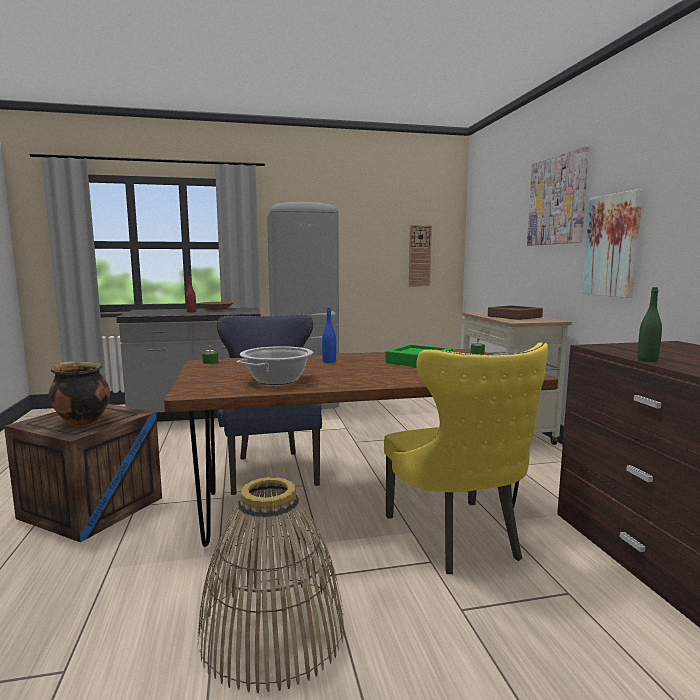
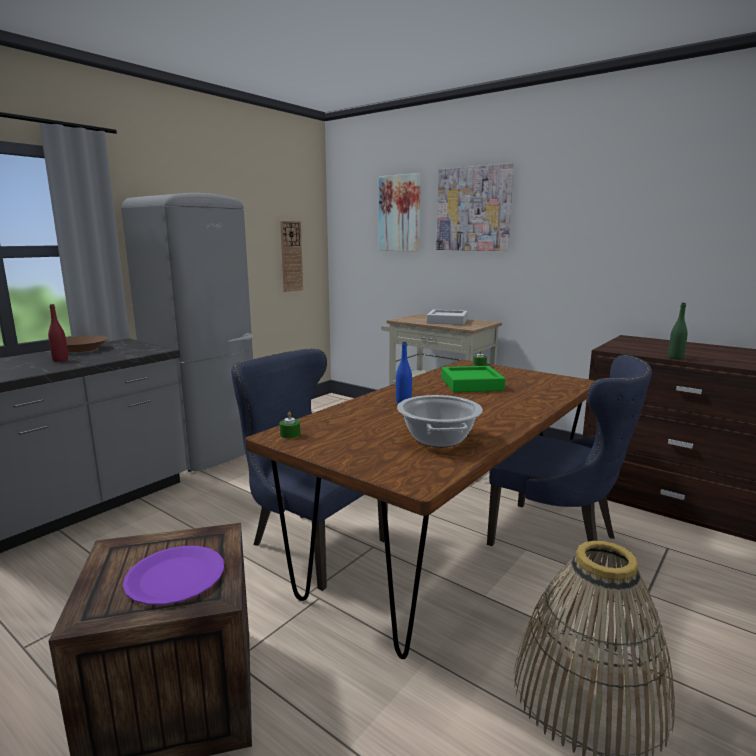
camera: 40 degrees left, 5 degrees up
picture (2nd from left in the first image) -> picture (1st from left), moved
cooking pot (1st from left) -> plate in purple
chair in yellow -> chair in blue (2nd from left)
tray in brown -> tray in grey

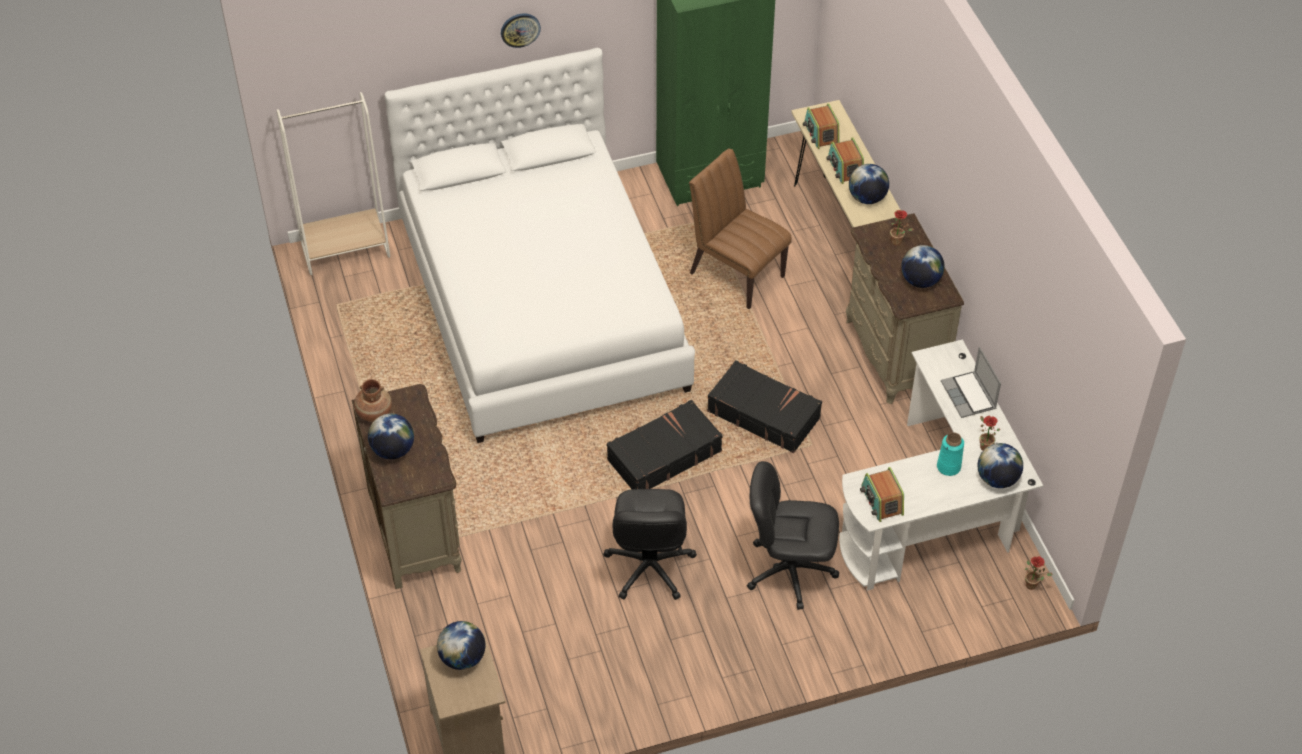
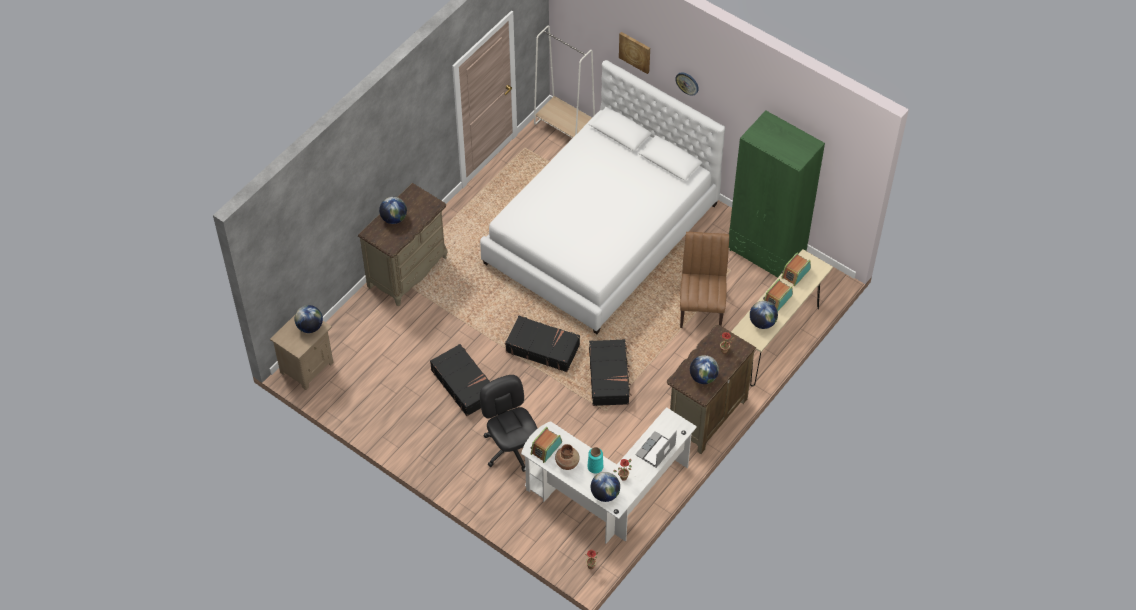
camera: 55 degrees right, 5 degrees up
none -> picture
vase in brown, moved
office chair in black (1st from left) -> suitcase in black (1st from left)

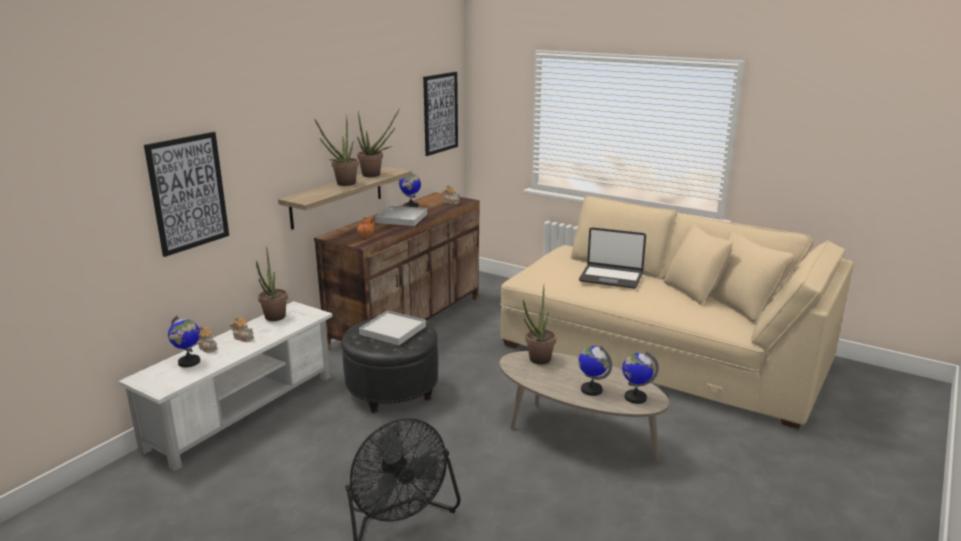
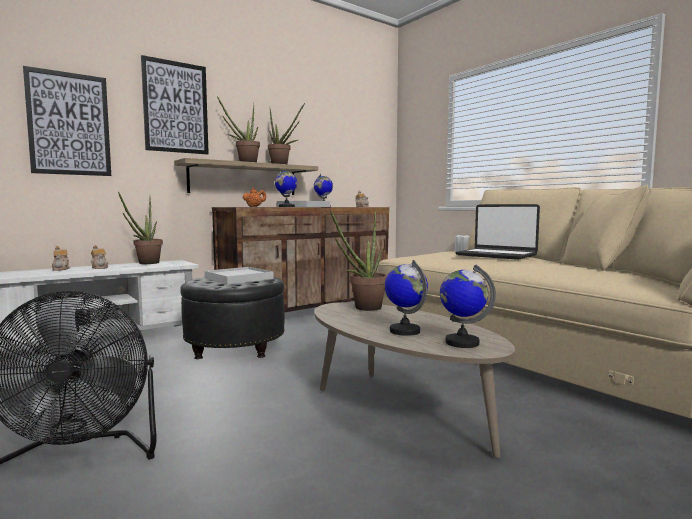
camera: 20 degrees right, 15 degrees down
globe (1st from left), moved
picture (2nd from left), moved

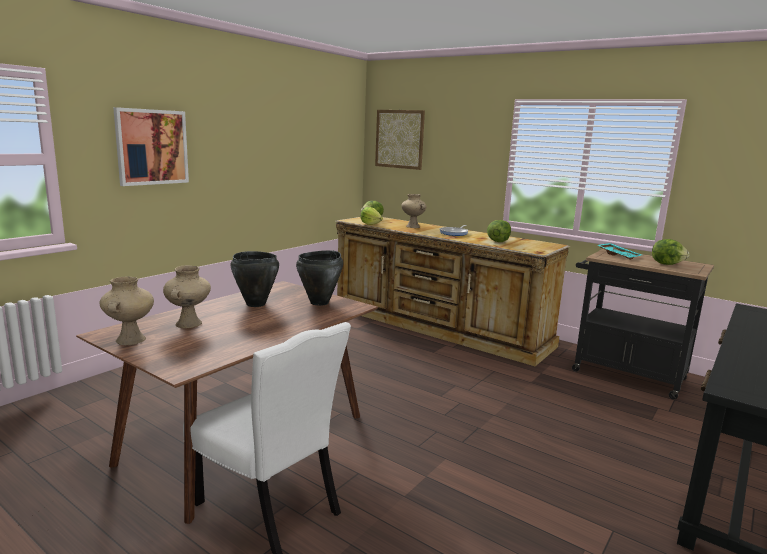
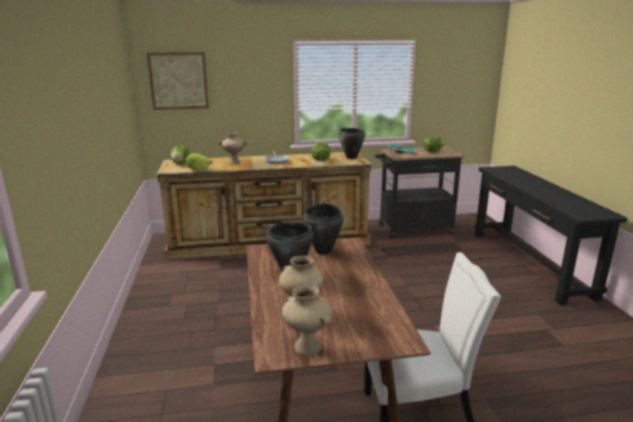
camera: 45 degrees left, 5 degrees up
picture (1st from left) -> none
none -> cooking pot in black (3rd from left)

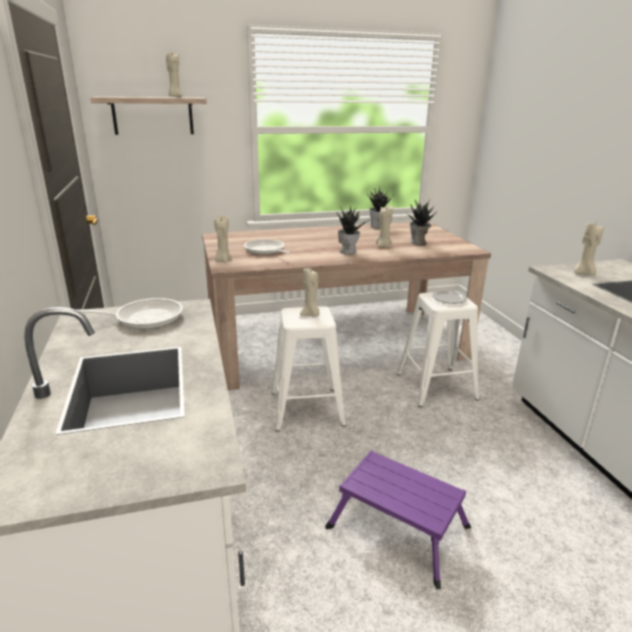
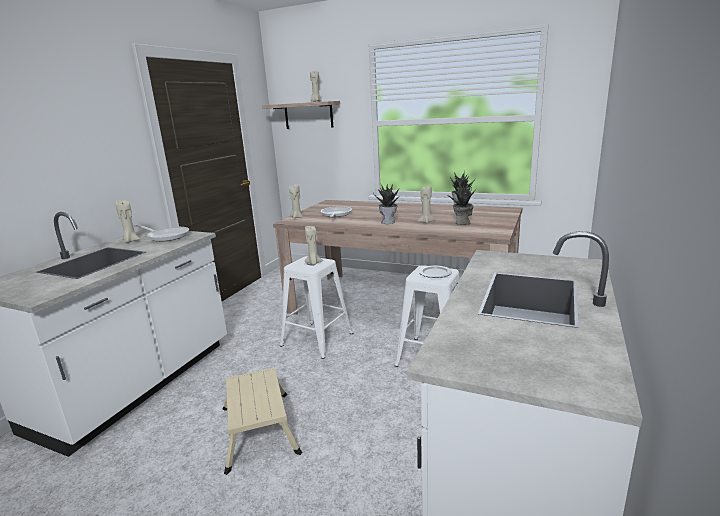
camera: 40 degrees right, 5 degrees down
candle in beige (5th from left in the first image) -> candle in beige (1st from left), moved
step ladder in purple -> step ladder in beige

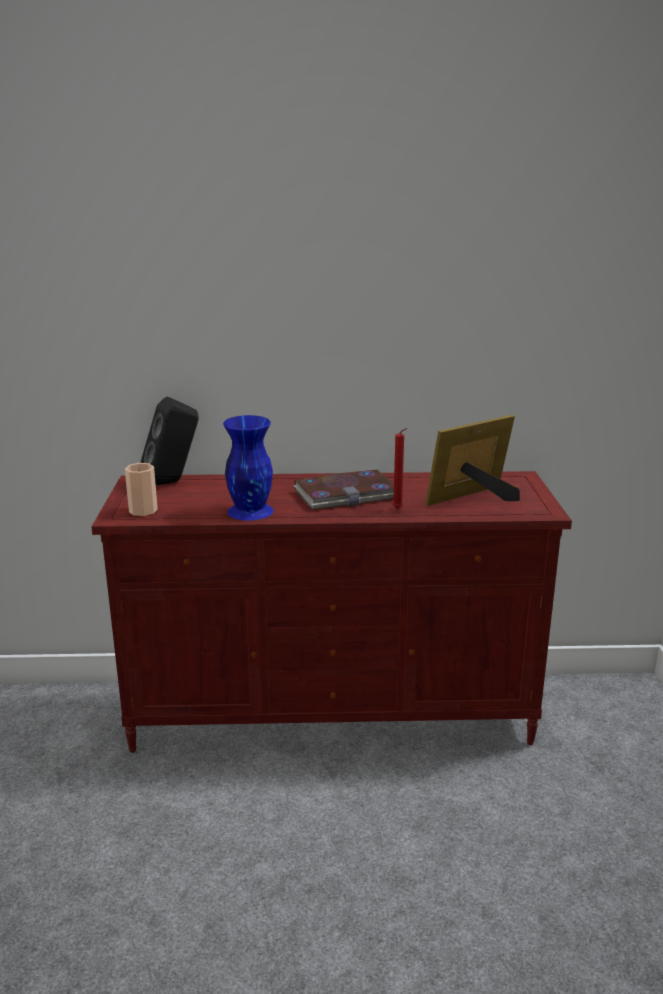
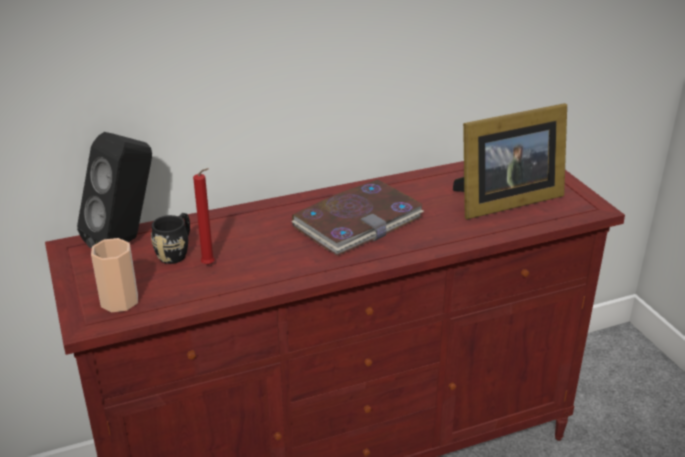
camera: 20 degrees left, 10 degrees up
vase in blue -> none
none -> mug in black
candle in red, moved
picture frame, 150 degrees counterclockwise

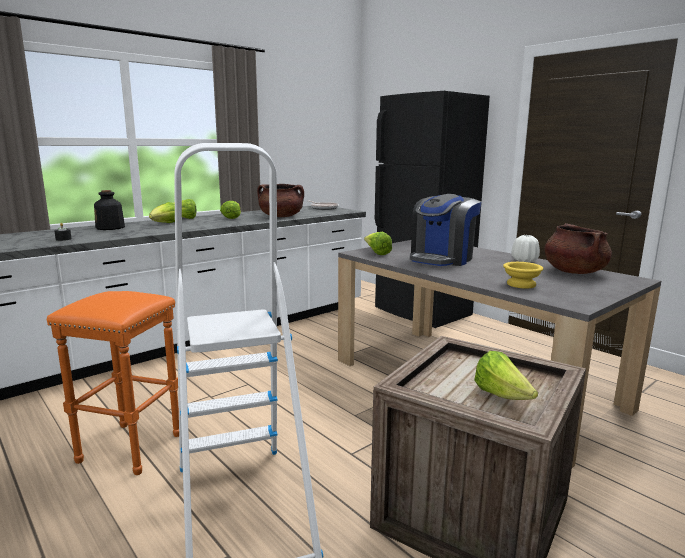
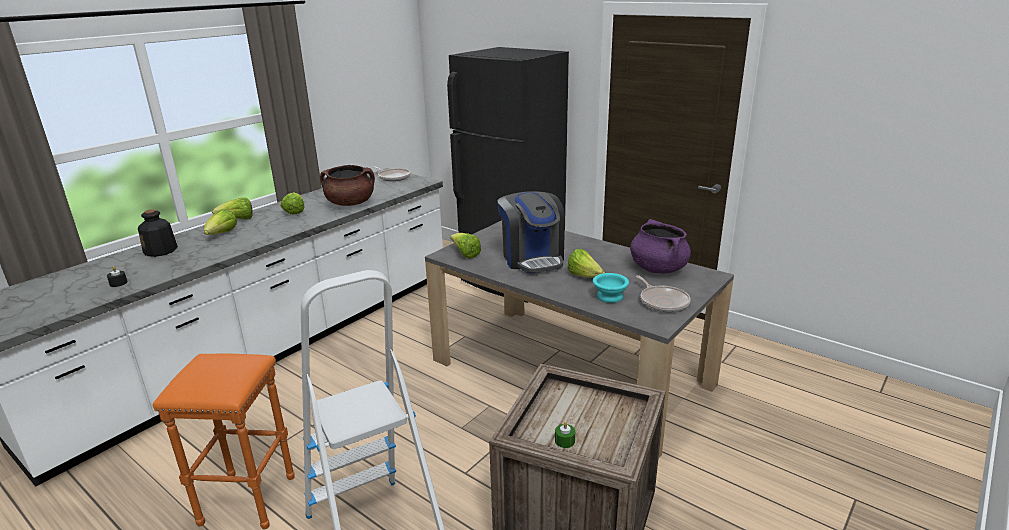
camera: 10 degrees left, 10 degrees up
vase in white -> none
none -> candle in green
none -> frying pan (2nd from left)
lettuce (5th from left), moved
bowl in yellow -> bowl in turquoise
cooking pot in brown (2nd from left) -> cooking pot in purple
coffee machine, 45 degrees counterclockwise

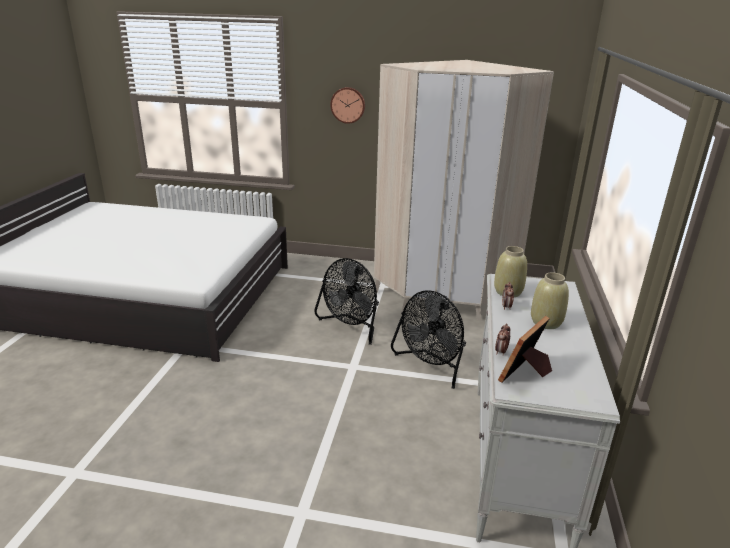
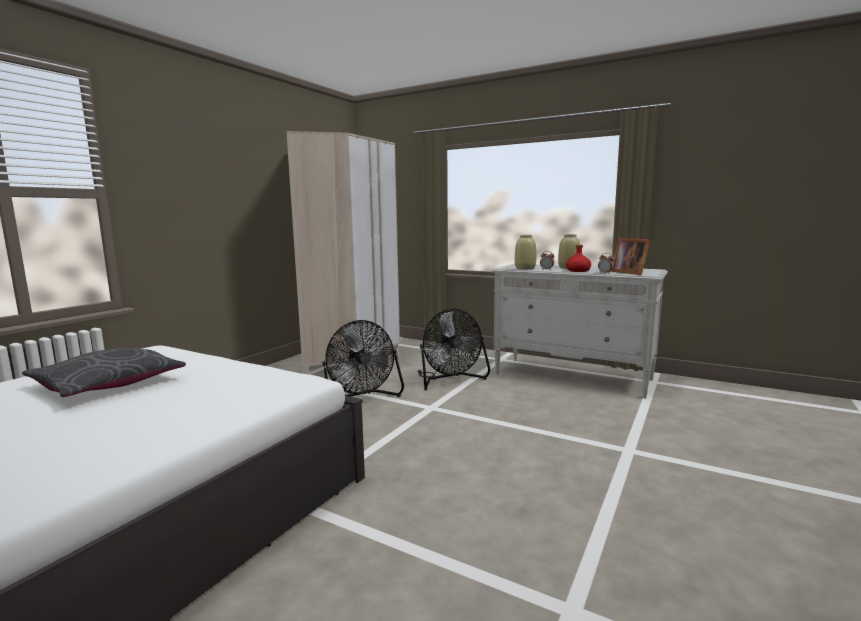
camera: 70 degrees left, 15 degrees down
wall clock -> none
none -> pillow in grey
none -> bottle in red

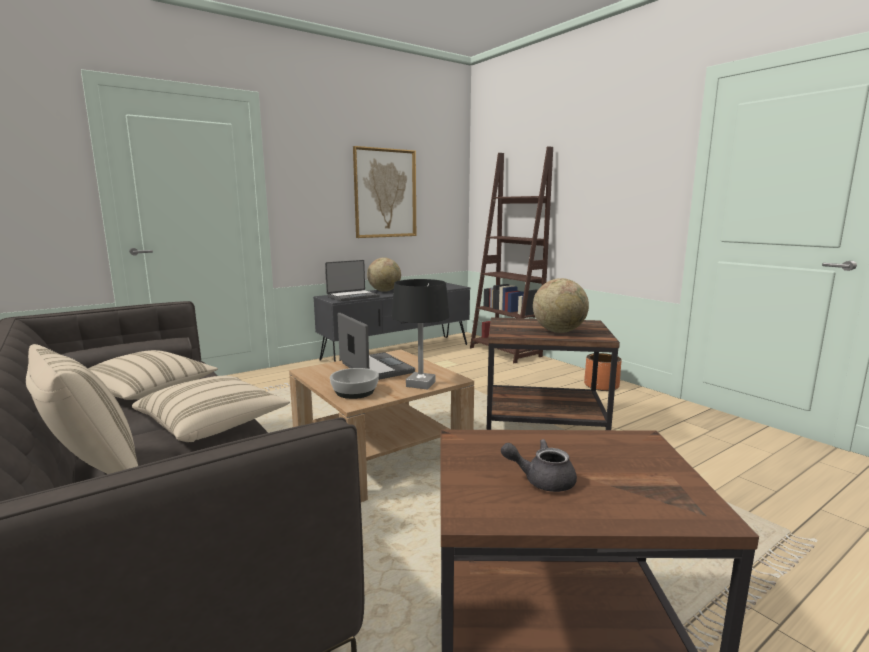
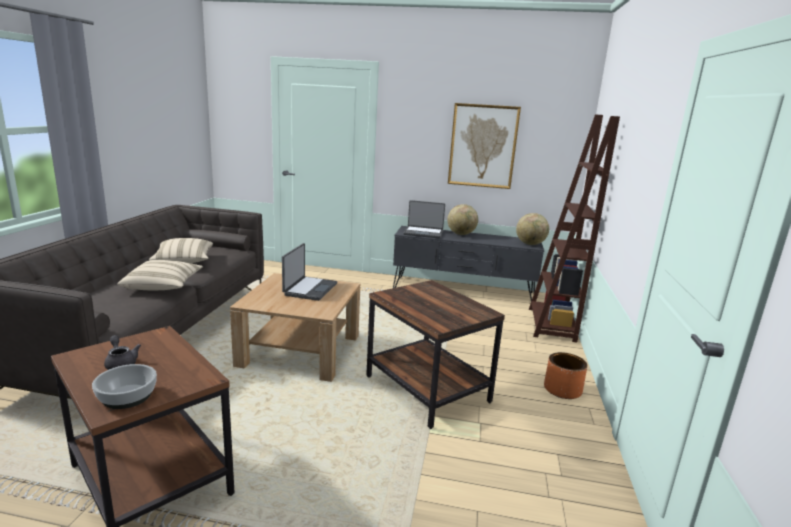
camera: 45 degrees right, 5 degrees up
pillow in beige (1st from left) -> none
table lamp in black -> none
bowl, moved
globe (2nd from left), moved

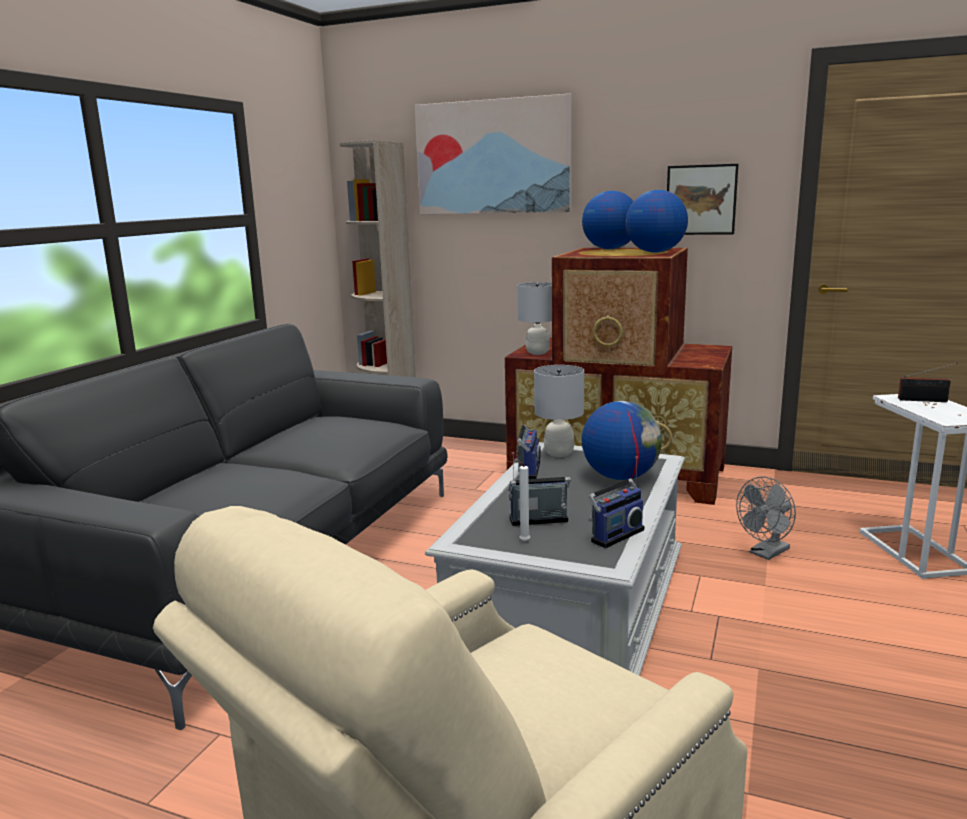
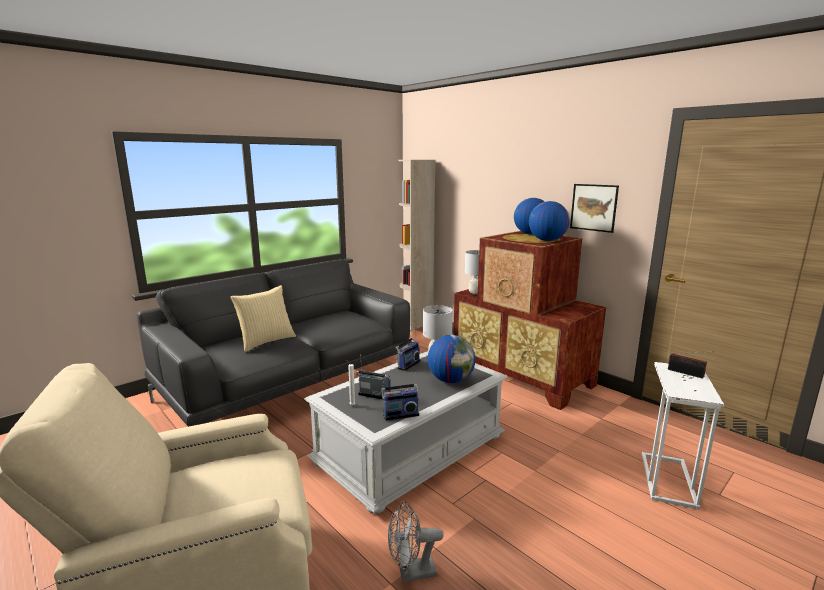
camera: 25 degrees right, 0 degrees up
picture (1st from left) -> none
none -> pillow
fan in grey, moved

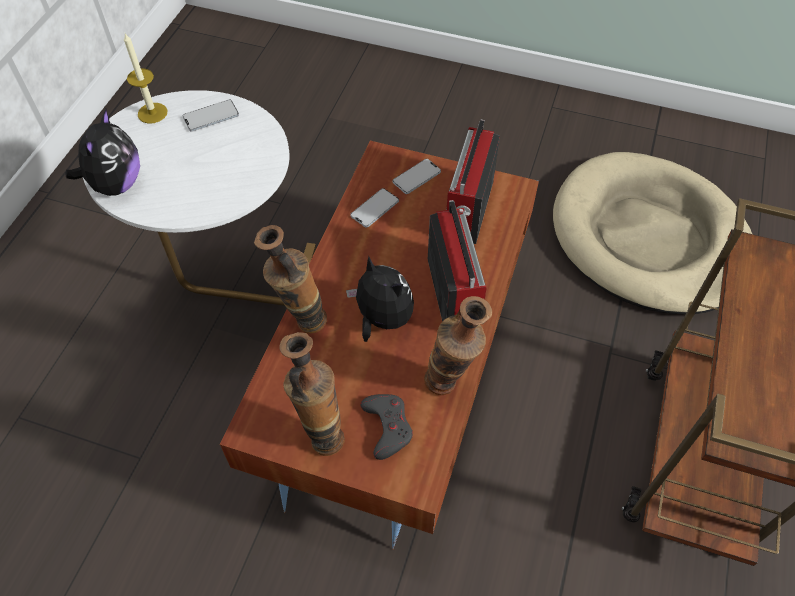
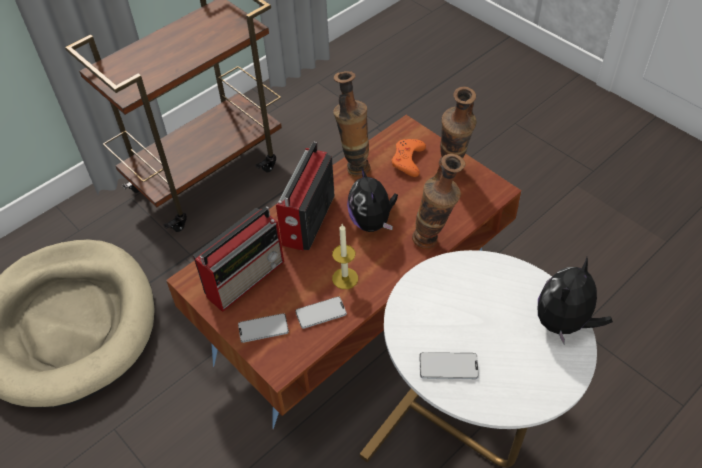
camera: 150 degrees left, 5 degrees down
candle, moved
game controller in grey -> game controller in orange

